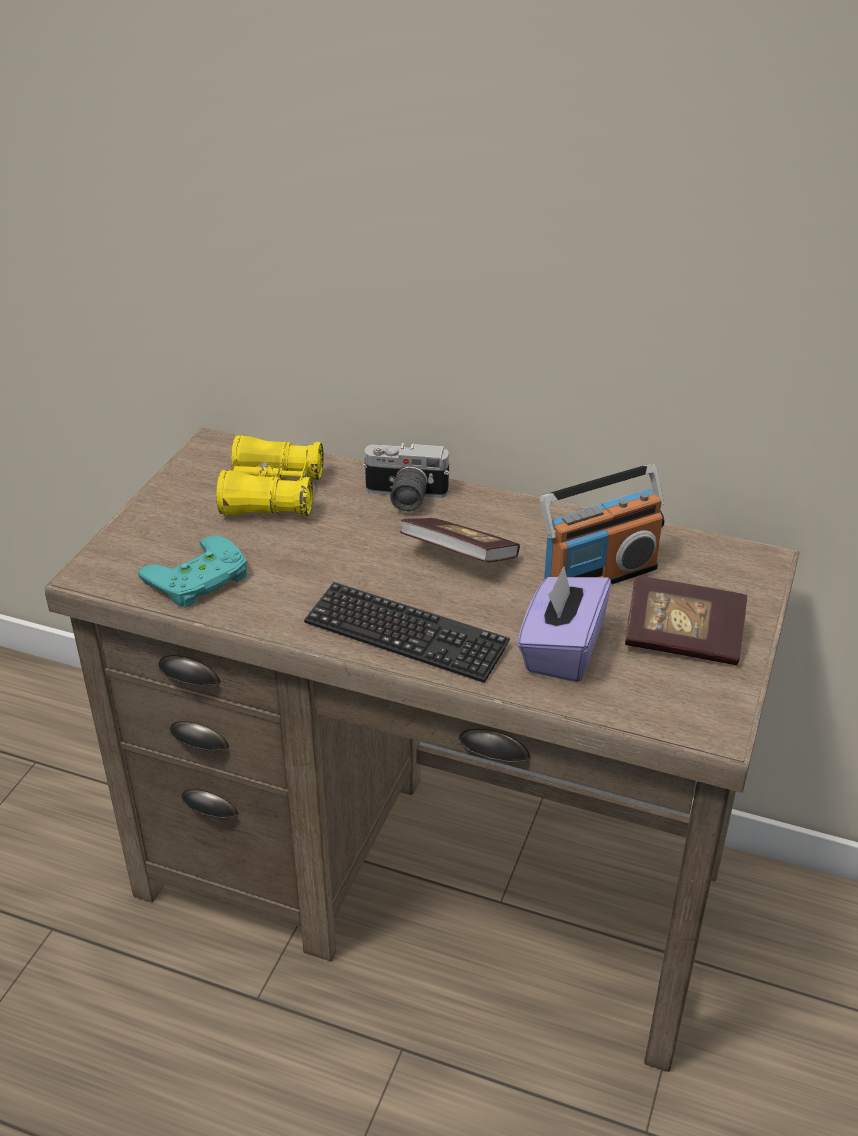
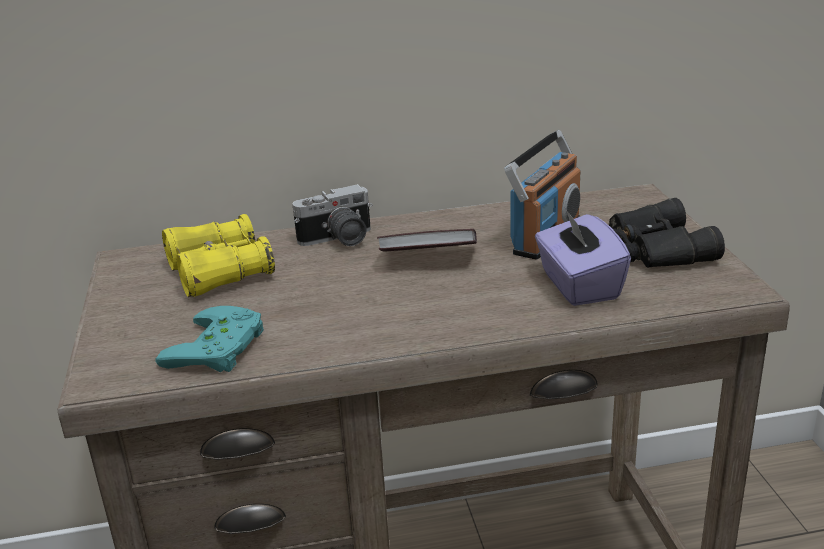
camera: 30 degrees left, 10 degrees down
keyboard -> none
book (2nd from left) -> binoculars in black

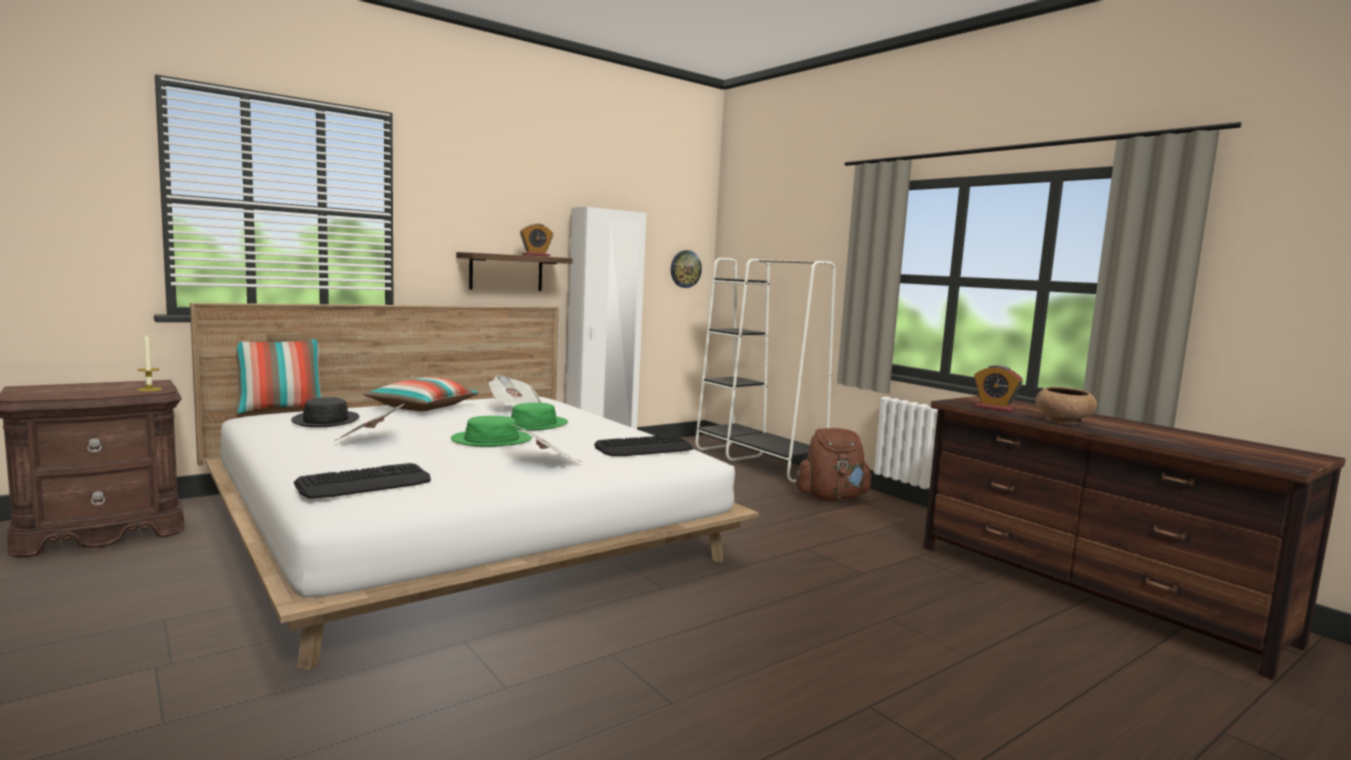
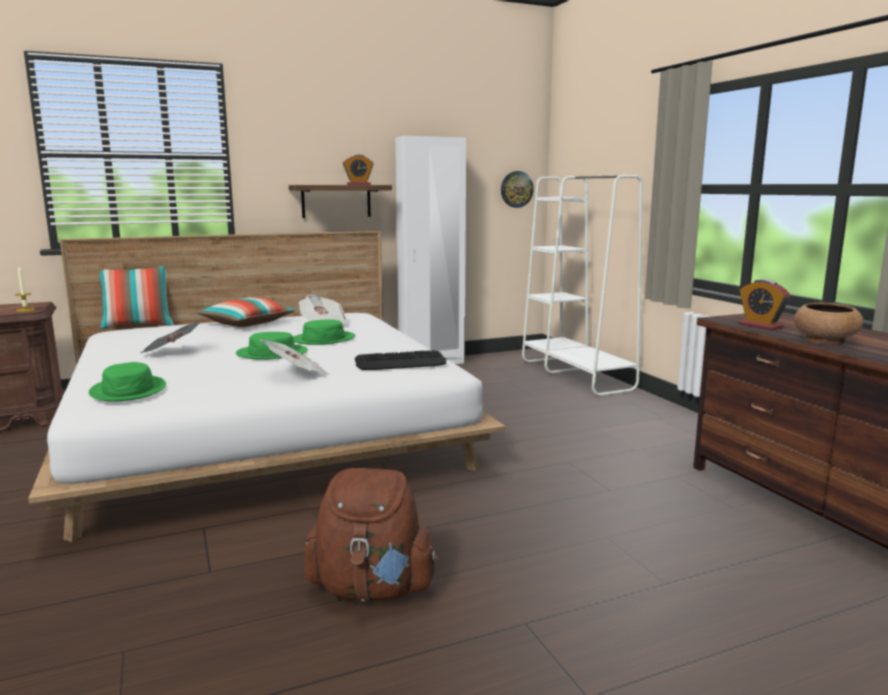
camera: 15 degrees right, 5 degrees up
hat in black -> none
backpack in brown, moved
keyboard (1st from left) -> hat in green (1st from left)
clothes rack in black -> clothes rack in white

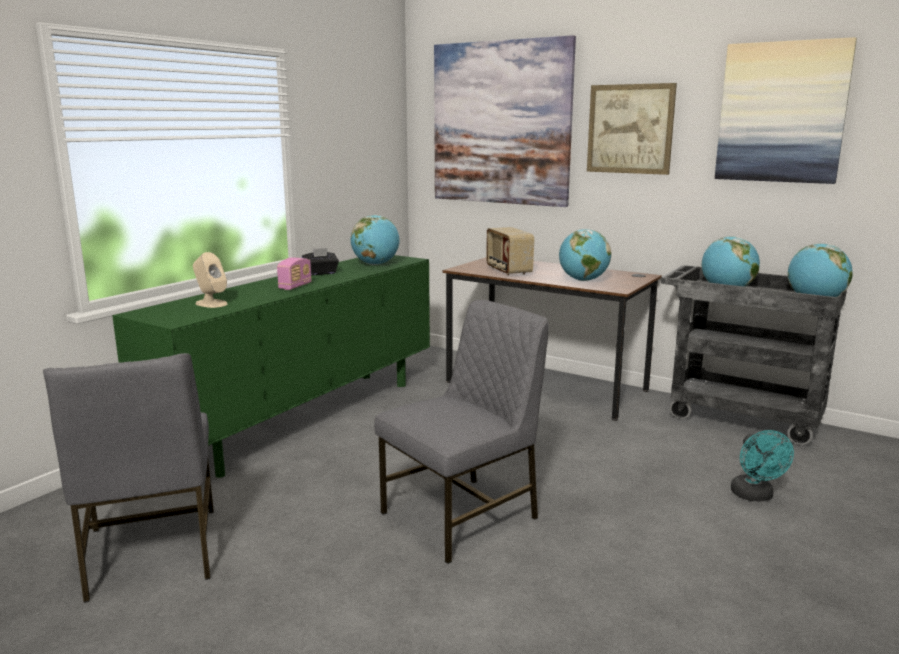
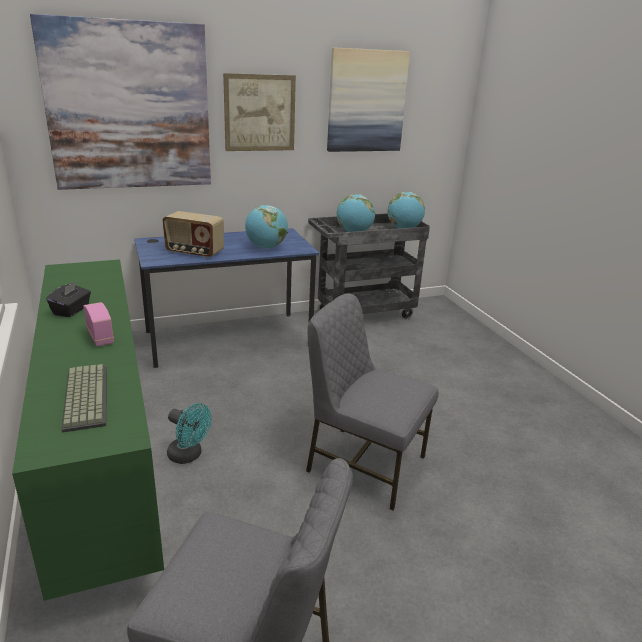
camera: 55 degrees left, 10 degrees up
globe (1st from left) -> none
fan in turquoise, moved
speaker in beige -> keyboard
desk in brown -> desk in blue
chair in grey (2nd from left), 60 degrees counterclockwise

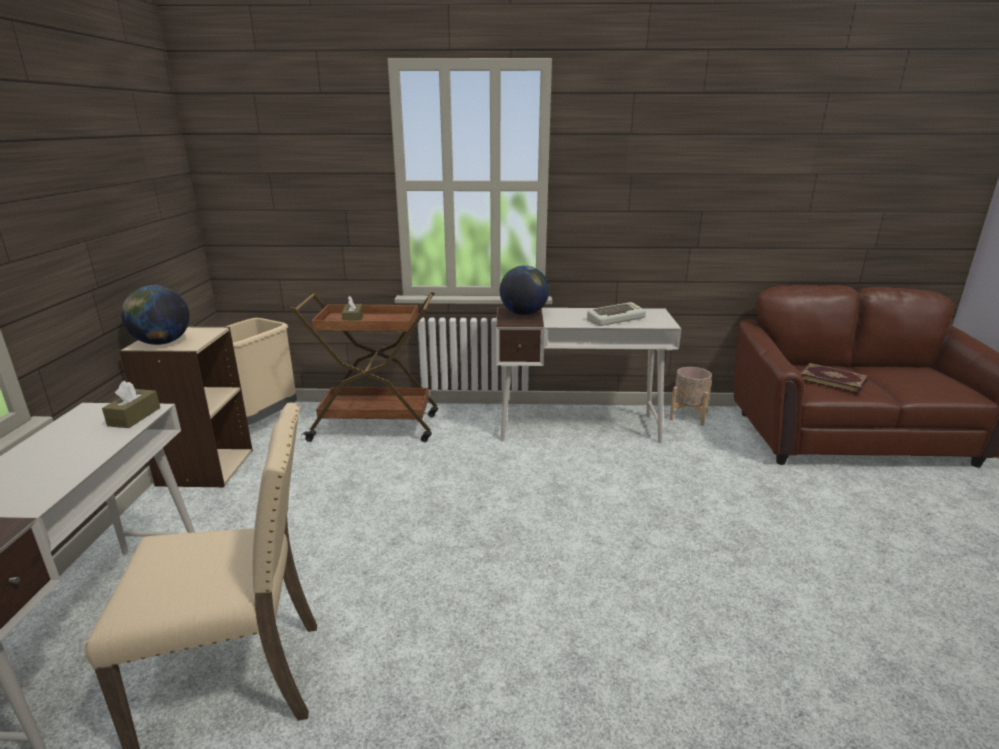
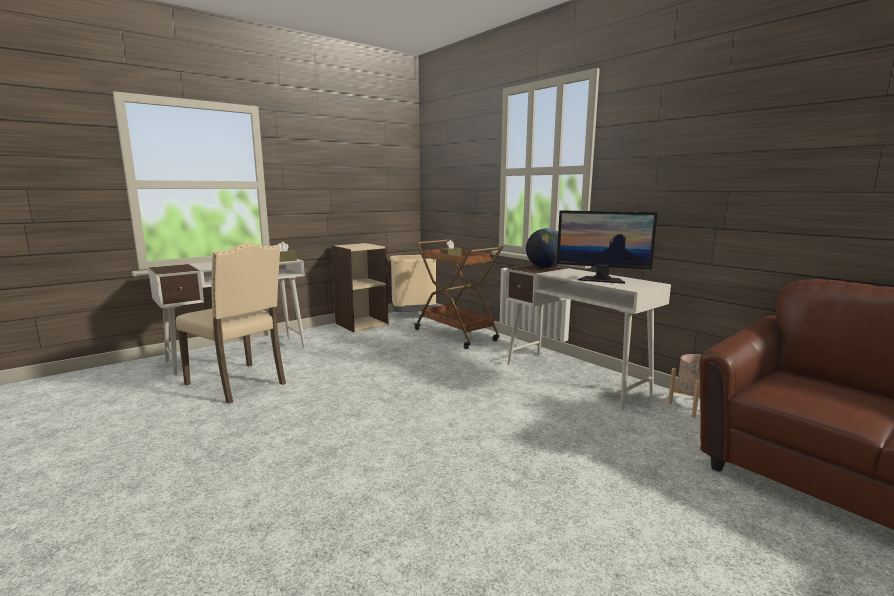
camera: 50 degrees right, 10 degrees down
globe (1st from left) -> none
book -> none
keyboard -> monitor

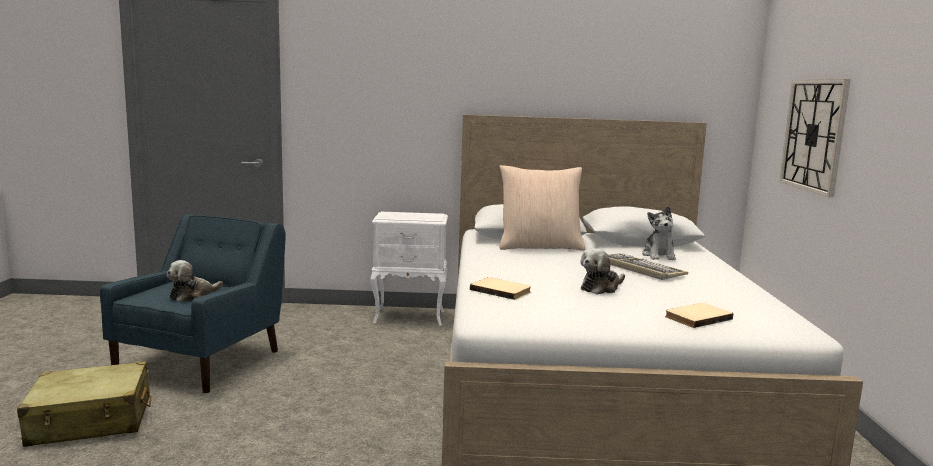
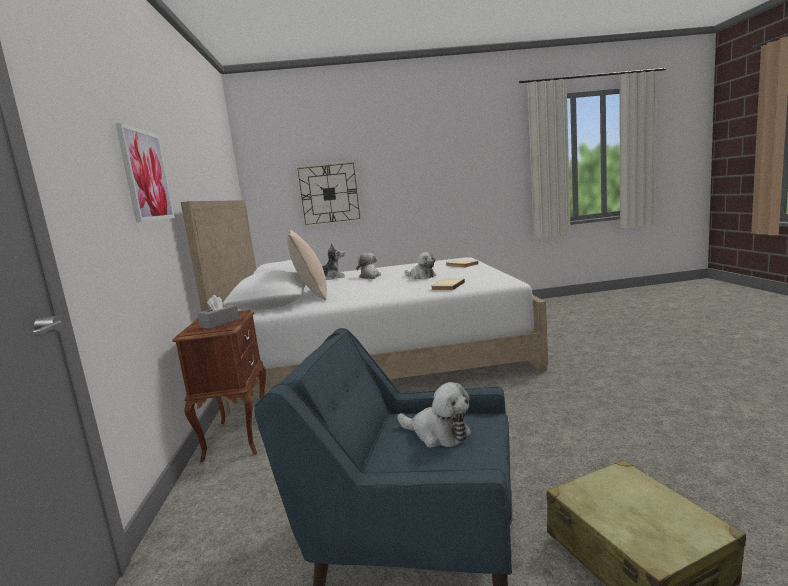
camera: 95 degrees left, 0 degrees up
none -> picture
none -> tissue box in grey
keyboard -> plush toy (2nd from left)
nightstand in white -> nightstand in brown

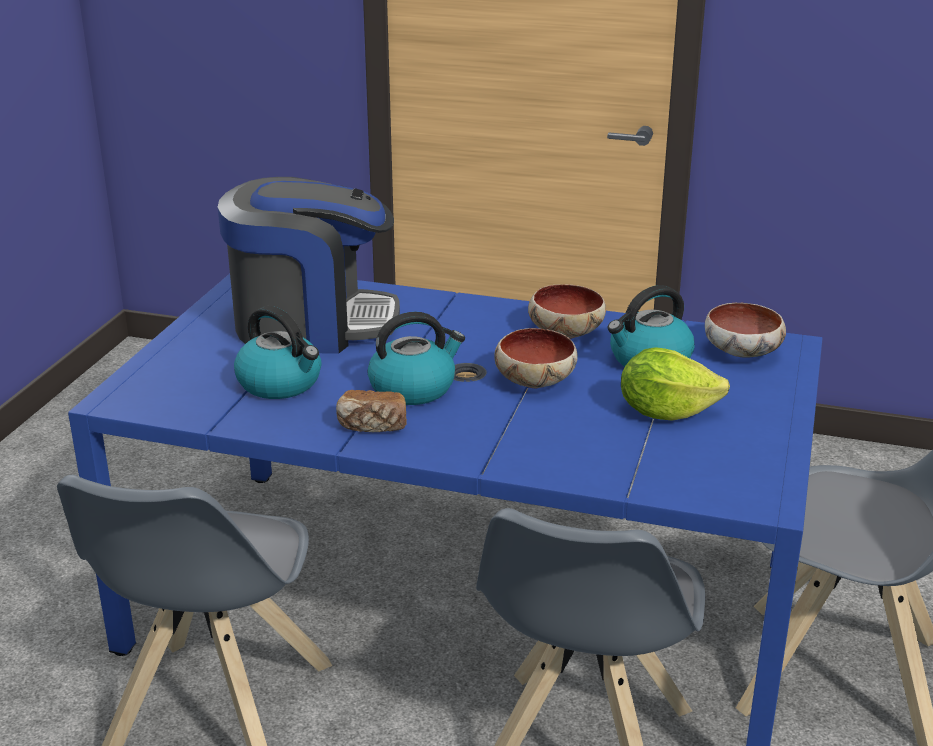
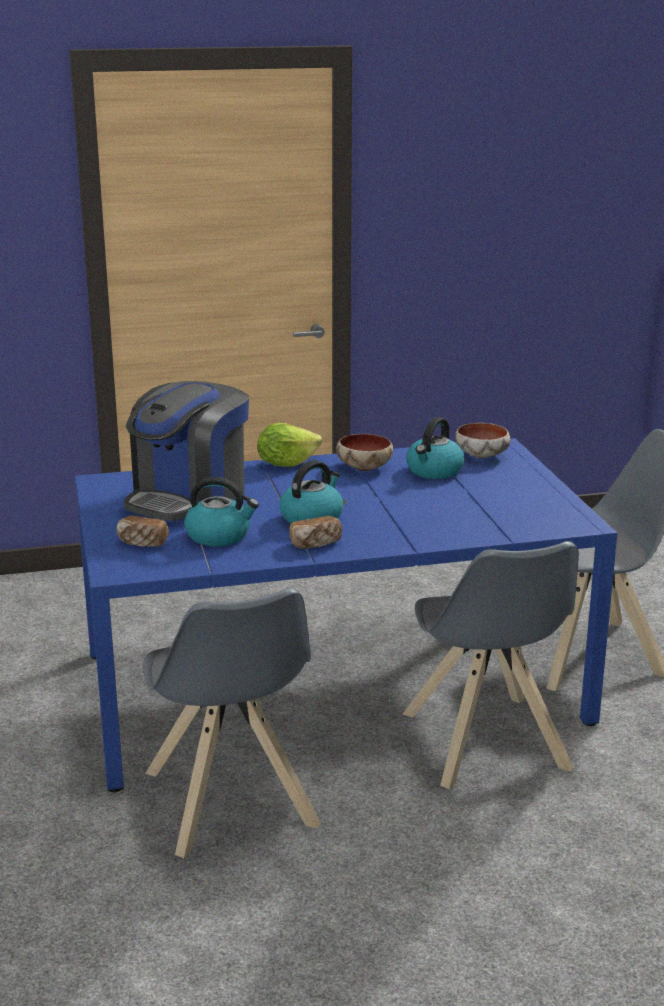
camera: 30 degrees left, 5 degrees down
bowl (1st from left) -> none
none -> bread (1st from left)
lettuce, moved
coffee machine, 150 degrees clockwise

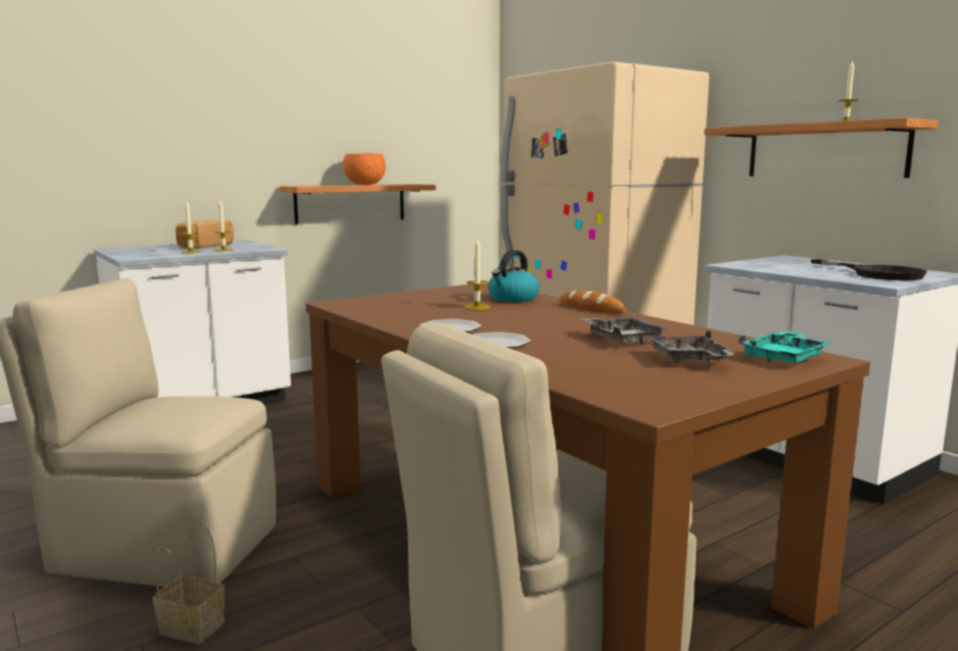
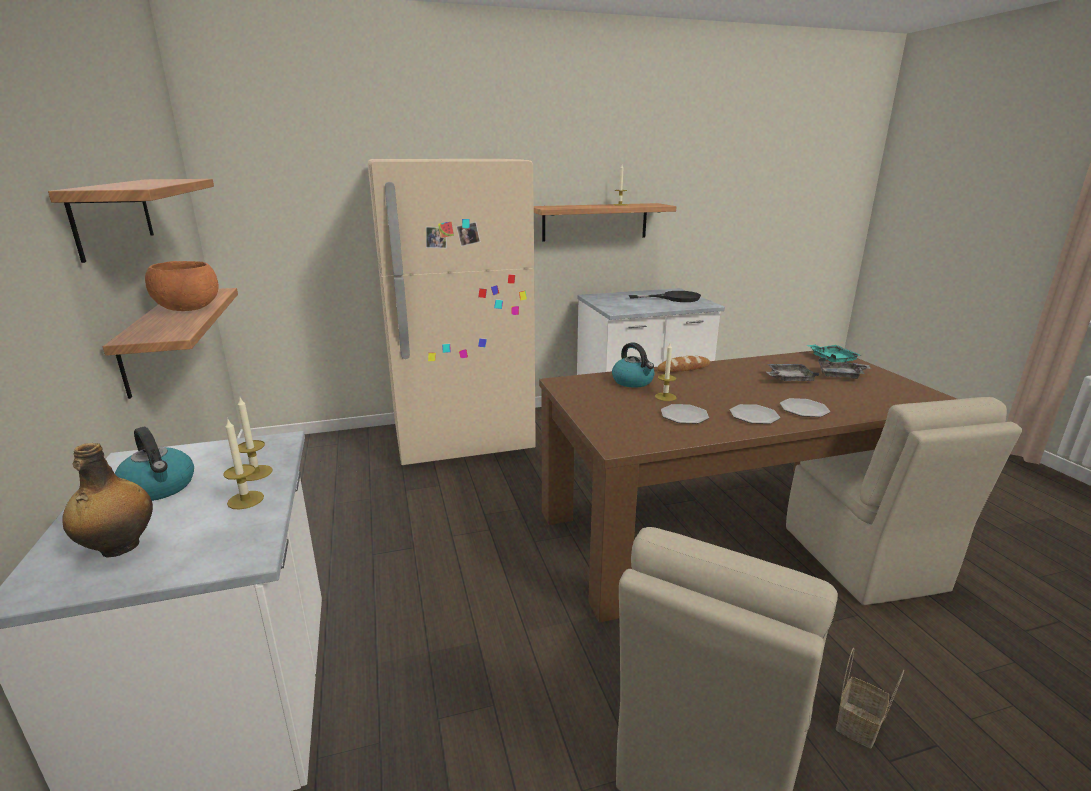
camera: 70 degrees left, 10 degrees up
none -> shelf (1st from left)
none -> bottle
none -> plate (1st from left)
bread (1st from left) -> kettle (1st from left)

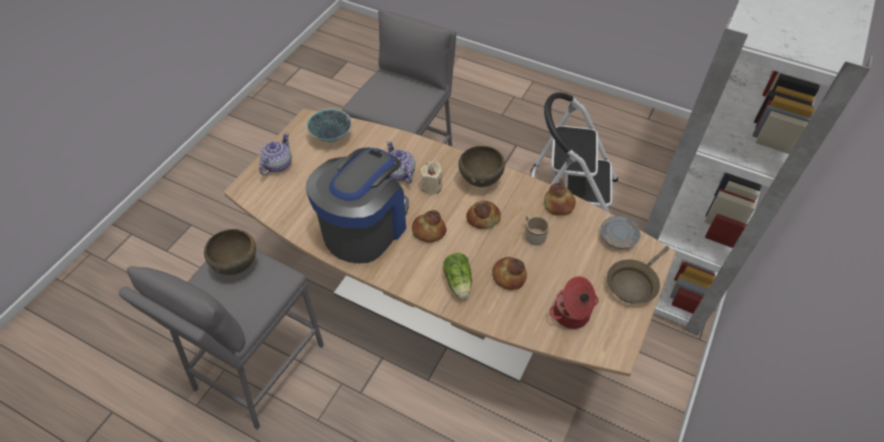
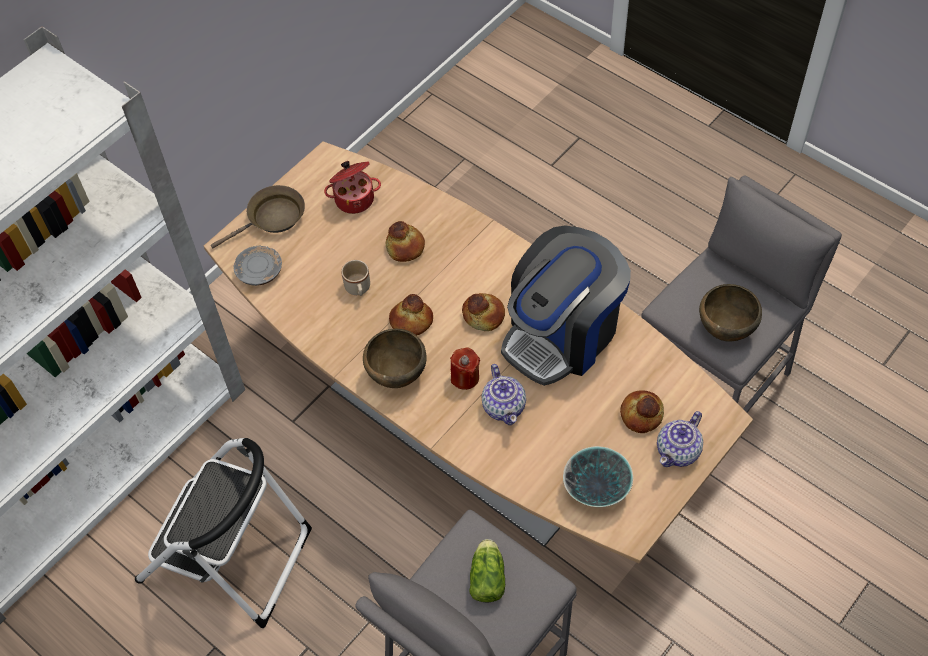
camera: 165 degrees left, 5 degrees up
lettuce, moved
bread (4th from left), moved
candle in beige -> candle in red

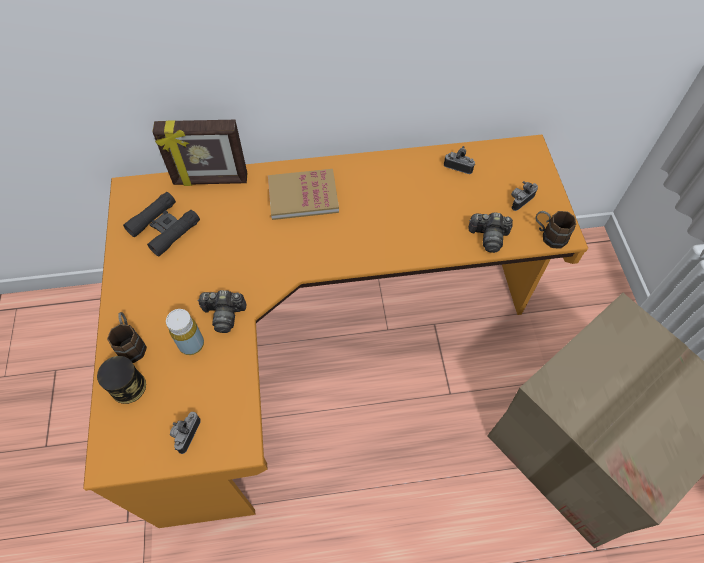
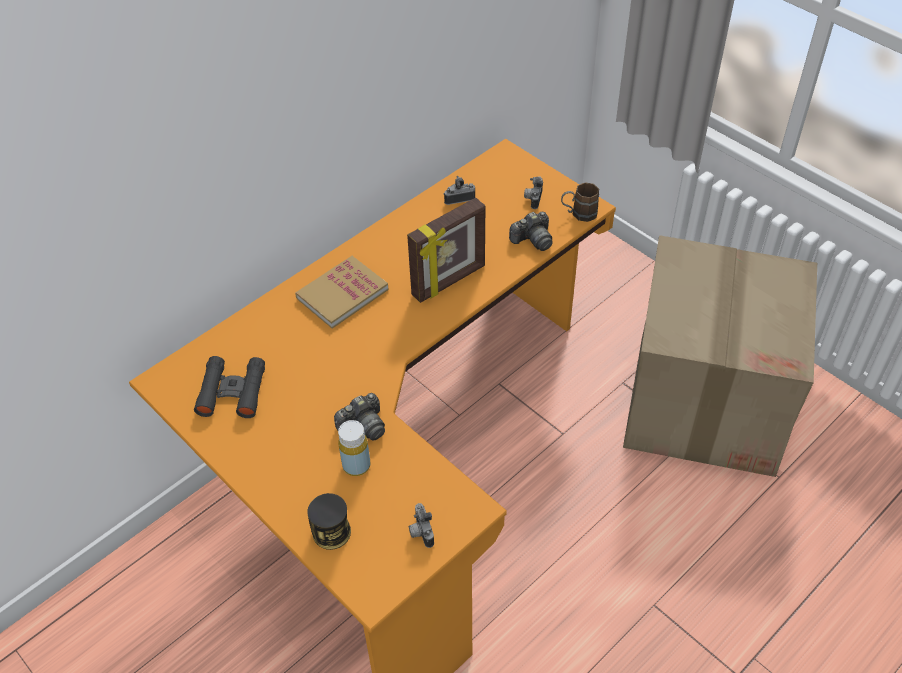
camera: 35 degrees left, 10 degrees down
mug in brown (1st from left) -> none
picture frame, moved

